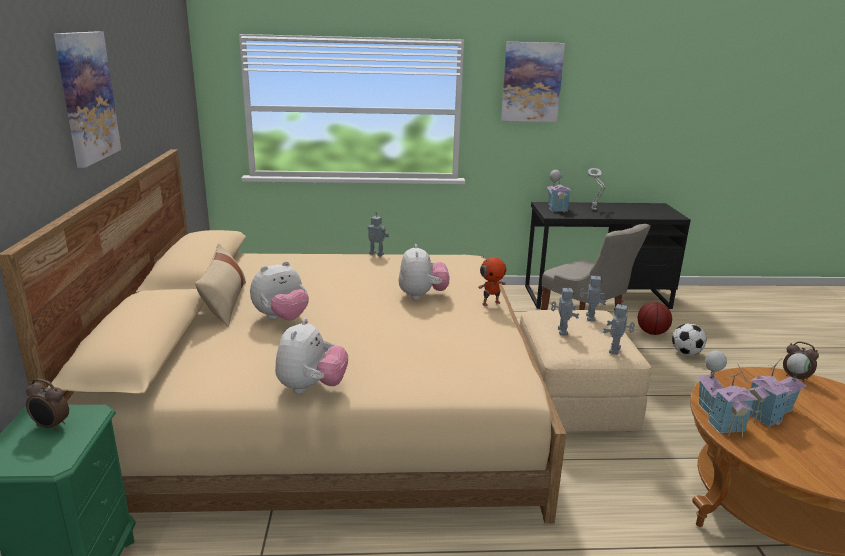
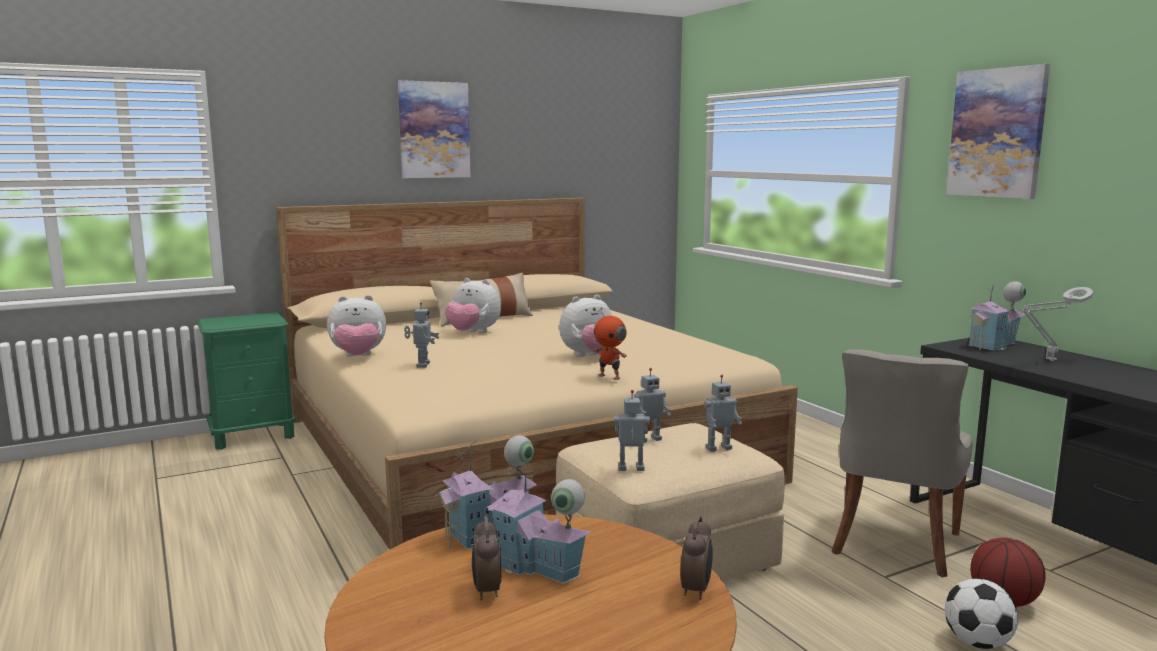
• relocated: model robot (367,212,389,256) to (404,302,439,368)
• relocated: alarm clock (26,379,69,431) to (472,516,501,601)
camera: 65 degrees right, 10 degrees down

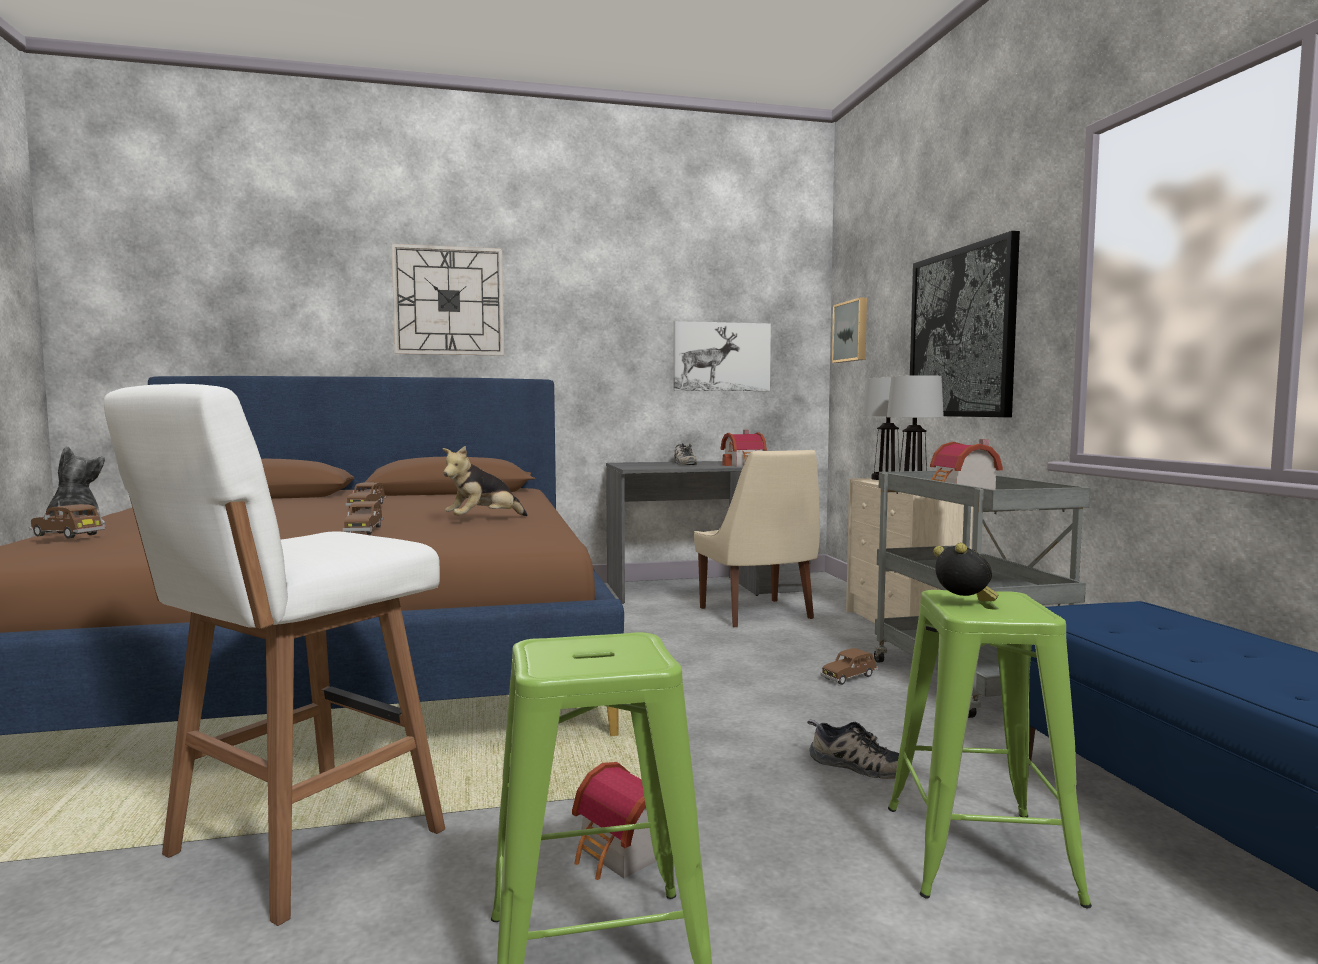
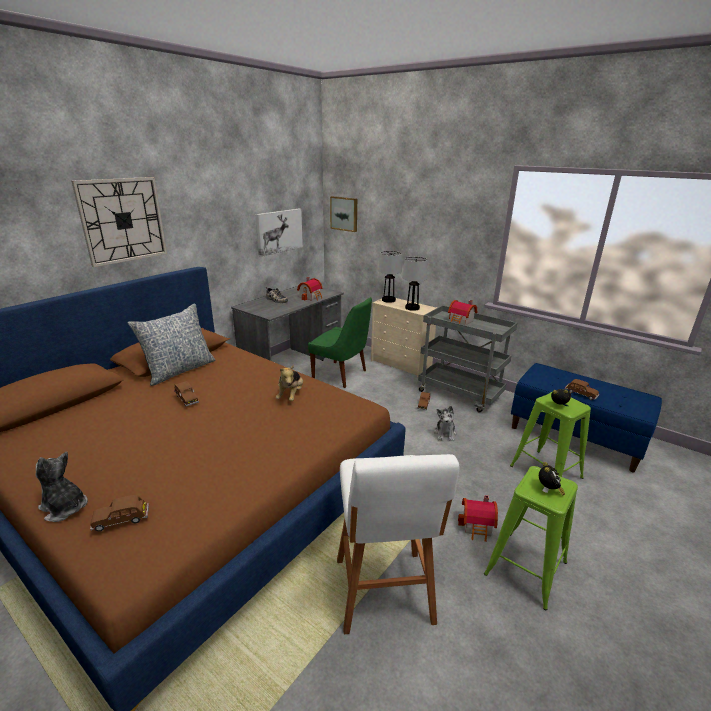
• appeared: pillow (127,303,216,386)
• colour: sand-coloured upright chair (694,450,820,628) to green upright chair (308,297,372,388)
• appeared: cuddly toy (434,406,456,441)
• appeared: alarm clock (539,462,565,496)
• relocated: brownish model car (343,501,383,535) to (565,379,599,400)
• missing: shoe (807,720,899,779)
• missing: picture (910,231,1020,417)
camera: 40 degrees left, 20 degrees up

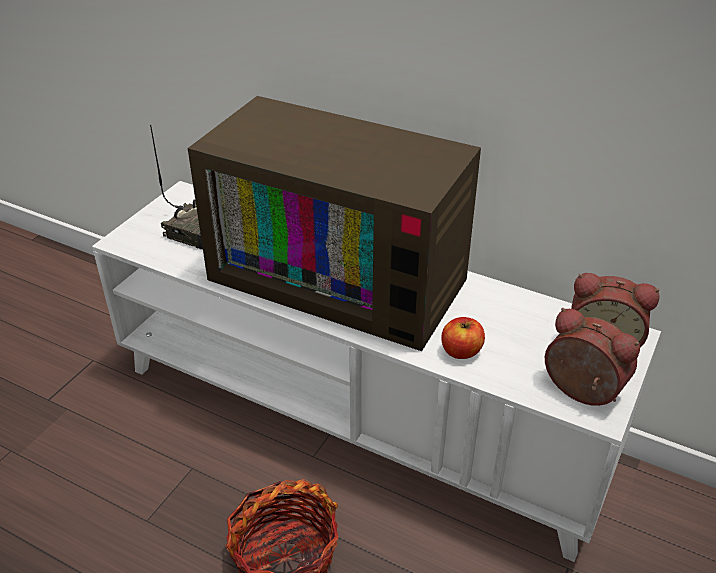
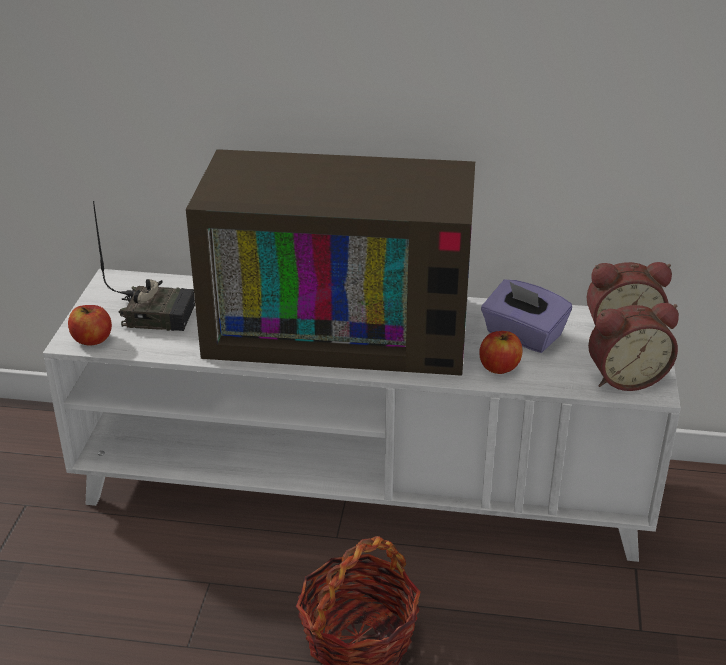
• appeared: whole apple (68,305,112,346)
• appeared: purplish box of tissues (481,280,572,353)
• spun: alarm clock (545,308,640,406) = (588,303,679,391) 150 degrees clockwise
camera: 20 degrees left, 5 degrees down

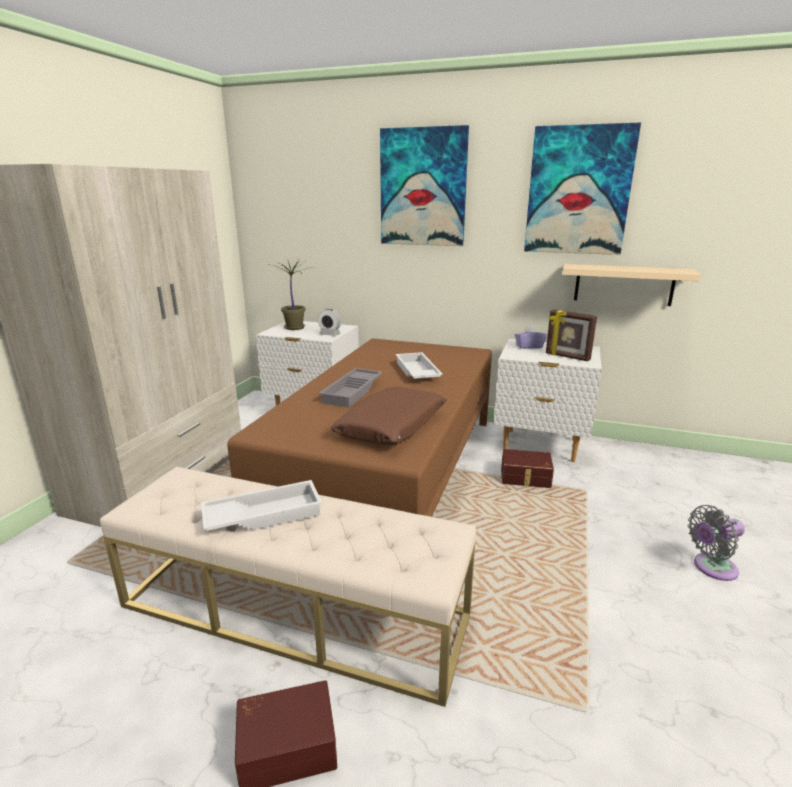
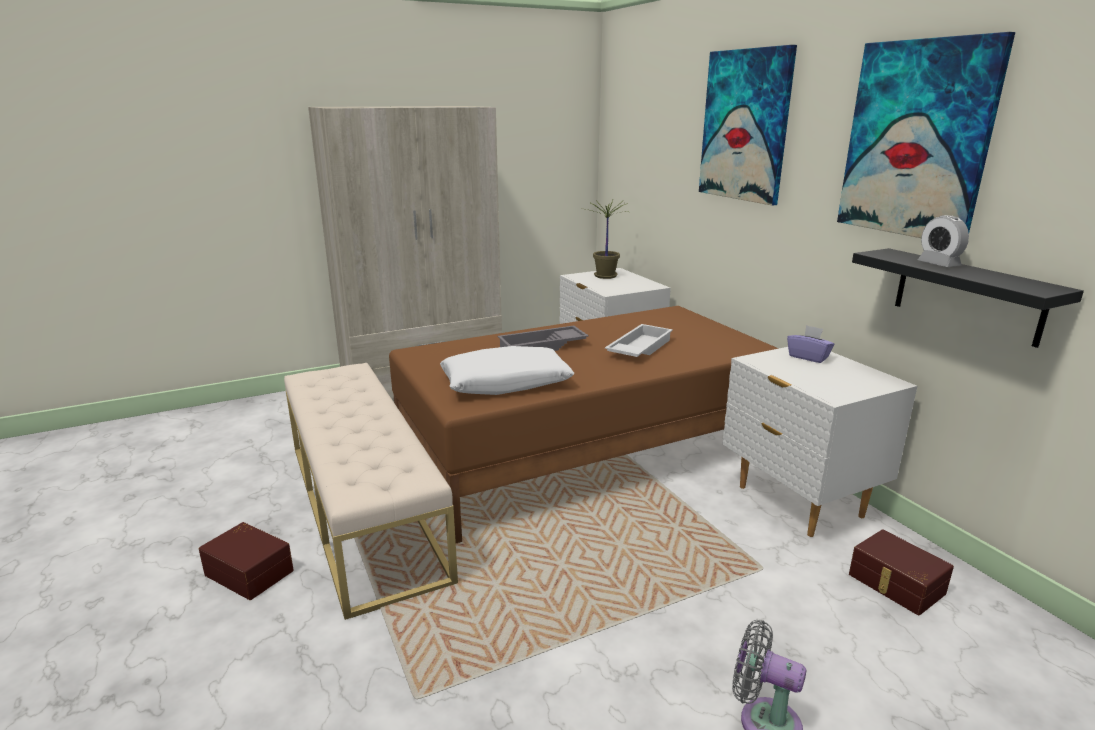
• colour: brownish pillow (331,387,447,445) to white pillow (440,346,574,395)
• relocated: brownish storage container (501,449,554,488) to (849,529,954,615)
• colour: sand-coloured shelf (562,264,701,306) to black shelf (852,248,1084,348)
• relocated: alarm clock (318,309,341,336) to (918,215,969,267)
• missing: white carrying tray (201,480,322,531)
• missing: standing frame (546,310,597,361)
camera: 45 degrees right, 0 degrees up

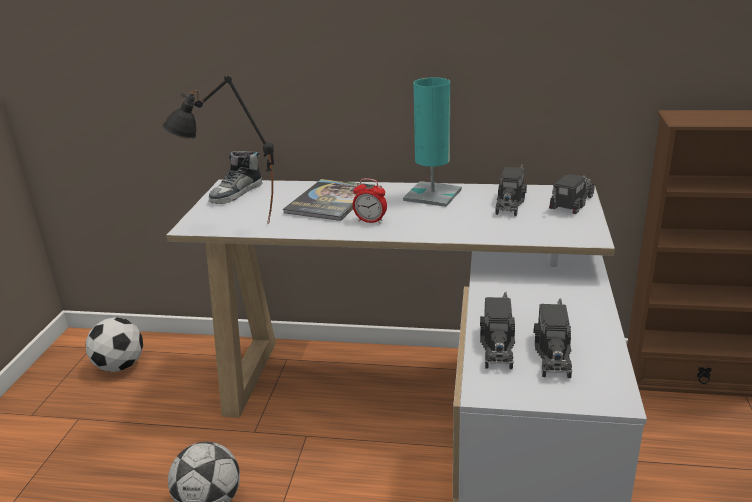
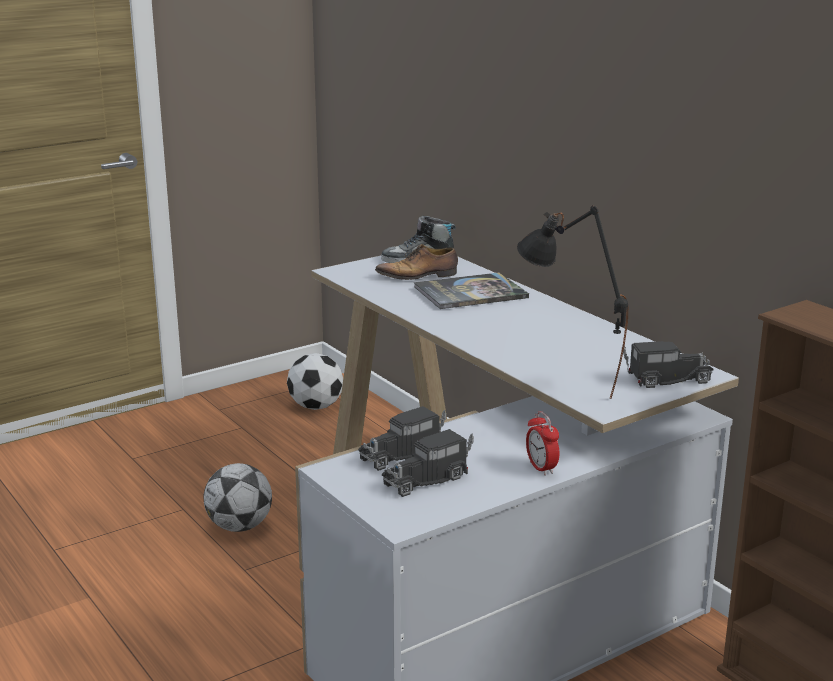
• appeared: shoe (375,244,458,280)
• relocated: black tabletop lamp (162,76,274,224) to (517,205,628,398)
• relocated: alarm clock (353,178,387,224) to (526,411,559,476)
• missing: turquoise tabletop lamp (403,77,462,207)
• missing: toy lorry (495,164,527,216)
camera: 45 degrees right, 5 degrees down

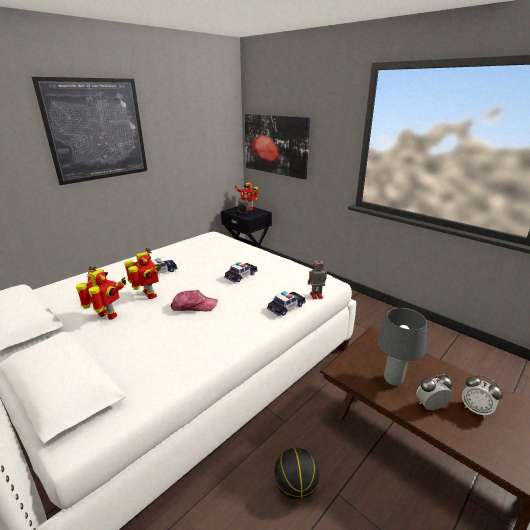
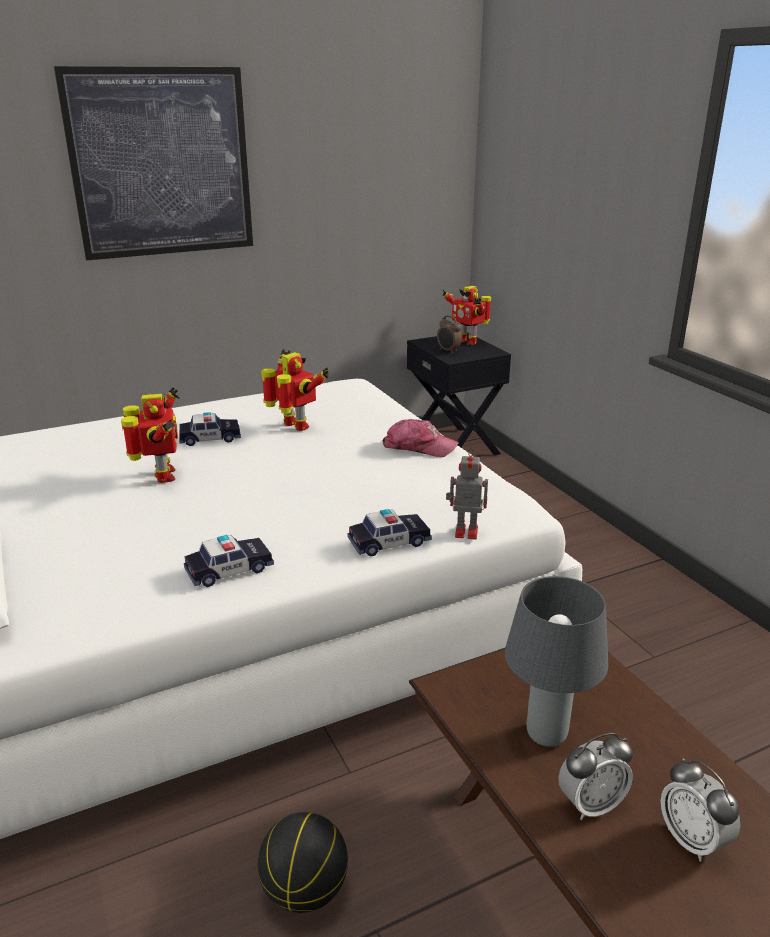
• relocated: model car (224,262,258,282) to (184,535,274,587)
• relocated: model robot (76,266,126,320) to (261,349,328,431)
• relocated: cap (171,290,218,312) to (382,419,459,457)
• spun: alarm clock (416,375,452,410) = (558,733,633,820) 150 degrees clockwise
• missing: picture (245,114,310,179)
camera: 20 degrees right, 0 degrees up

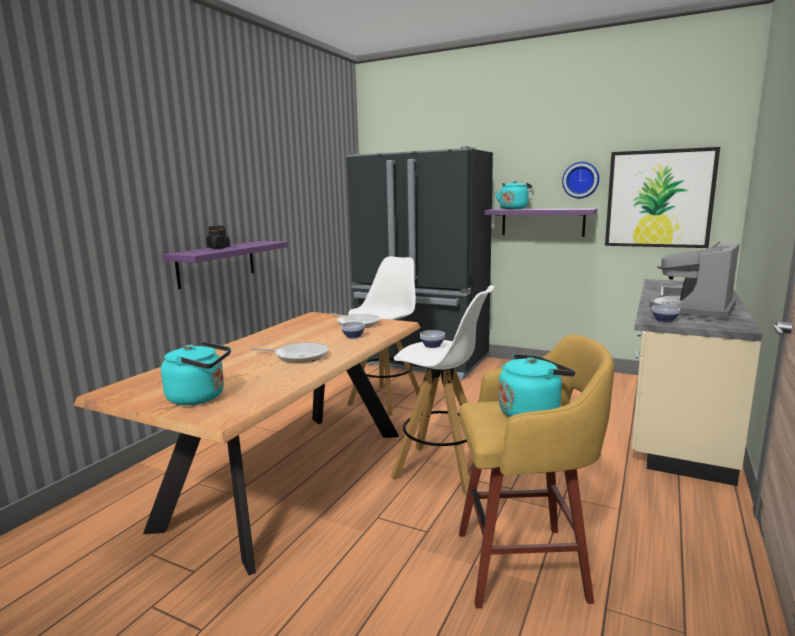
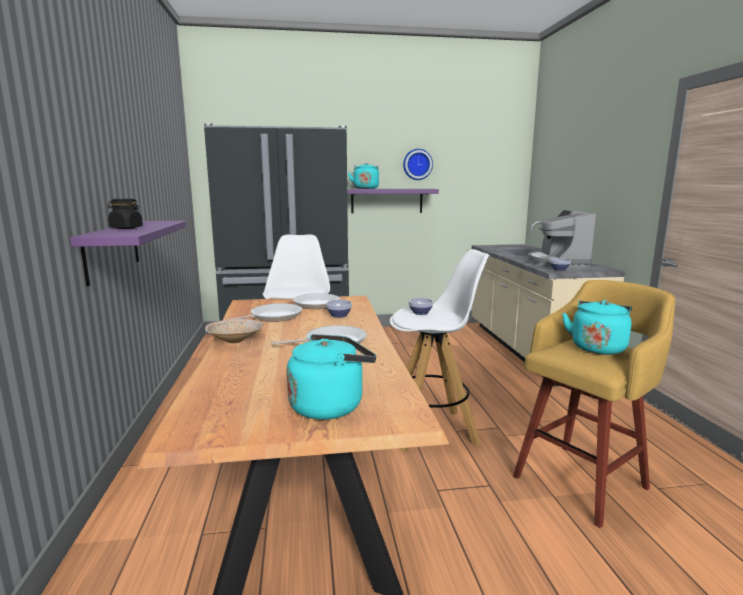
• appeared: sand-coloured deep dish (205,319,264,343)
• appeared: frying pan (227,303,302,322)
• missing: picture (605,147,720,248)
camera: 35 degrees left, 0 degrees up

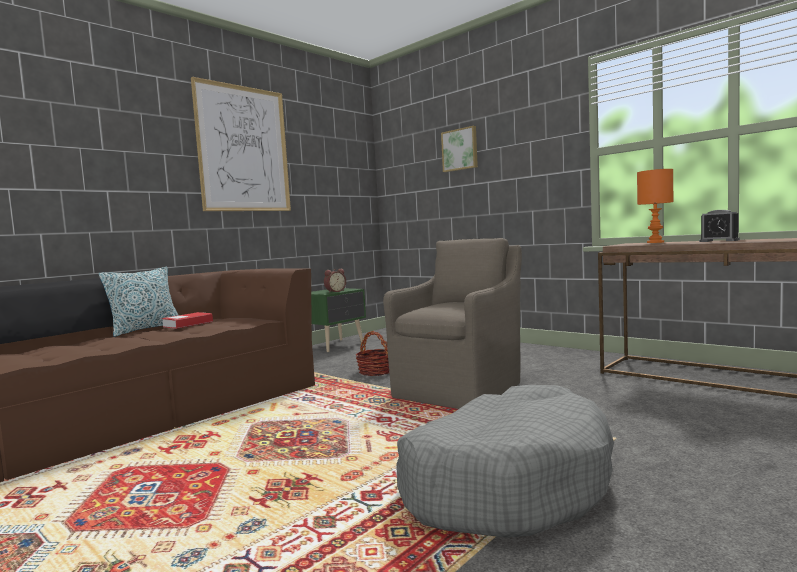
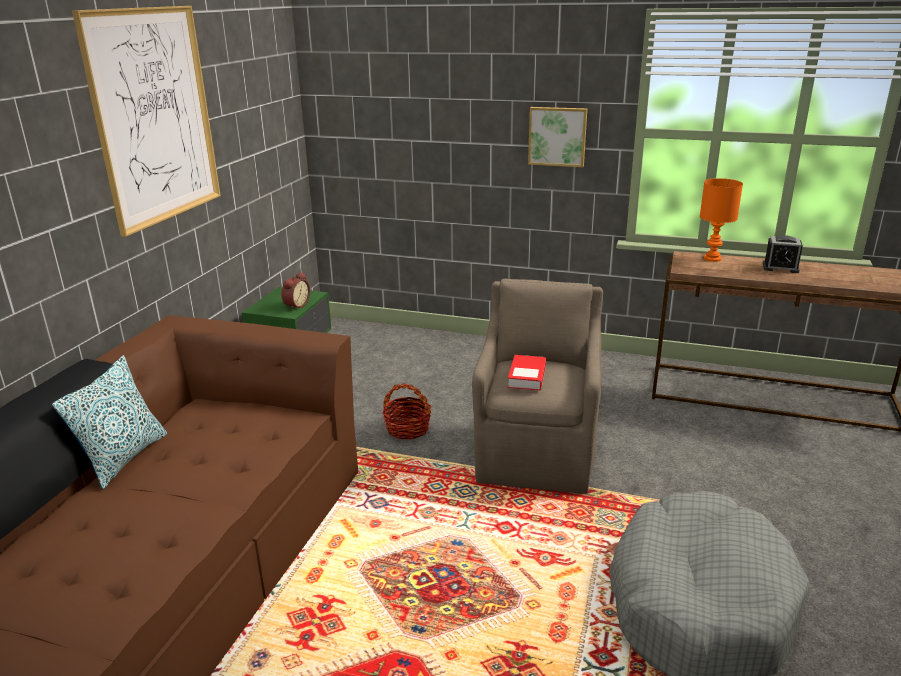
• relocated: book (162,312,213,329) to (508,355,546,391)
• relocated: picture (441,126,478,172) to (528,107,587,167)
camera: 25 degrees left, 20 degrees up

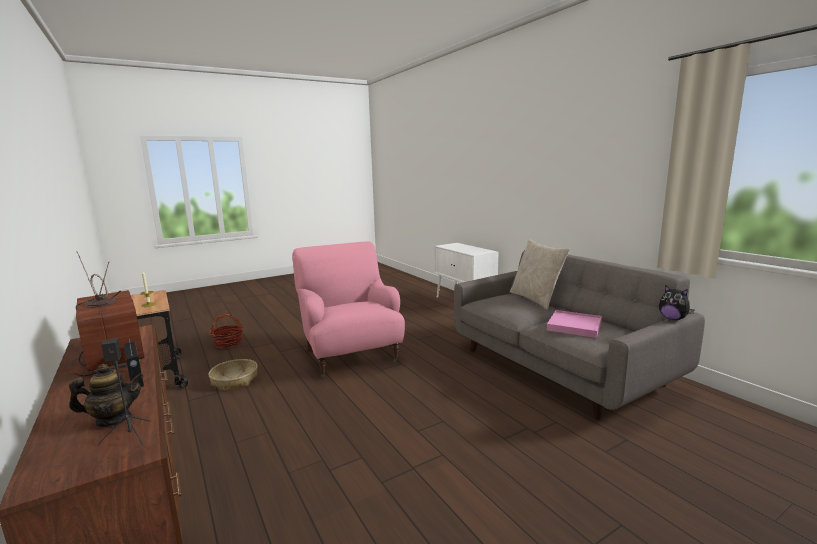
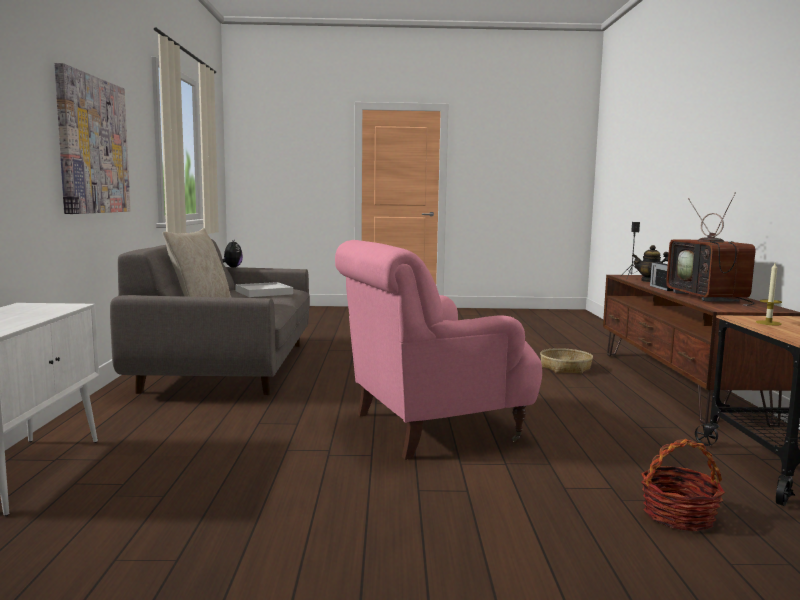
• appeared: picture (54,63,131,214)
• colour: pink-coloured carrying tray (547,310,602,338) to white carrying tray (235,282,293,297)
• spun: pink-coloured armchair (292,242,405,377) = (335,240,542,460) 60 degrees clockwise
• relocated: household basket (209,359,258,391) to (540,348,593,374)
camera: 150 degrees left, 5 degrees down

